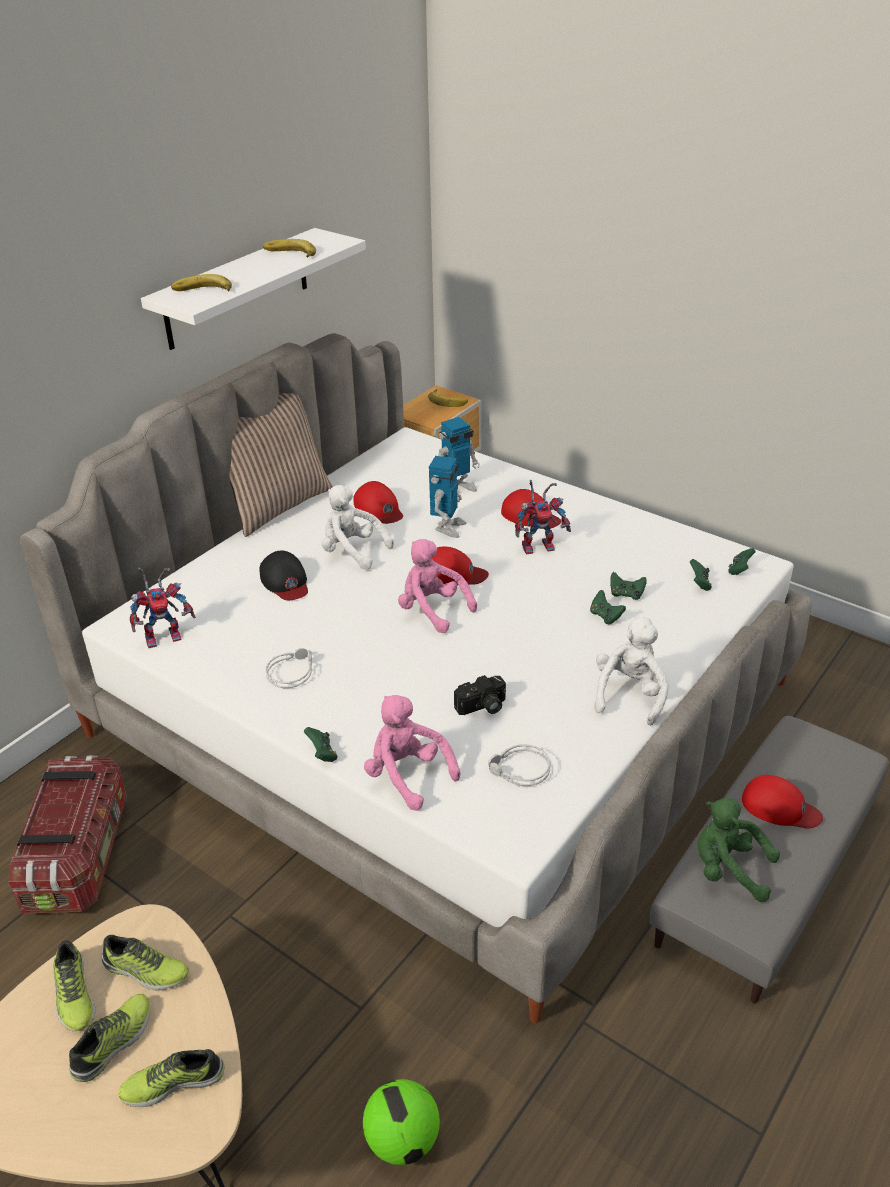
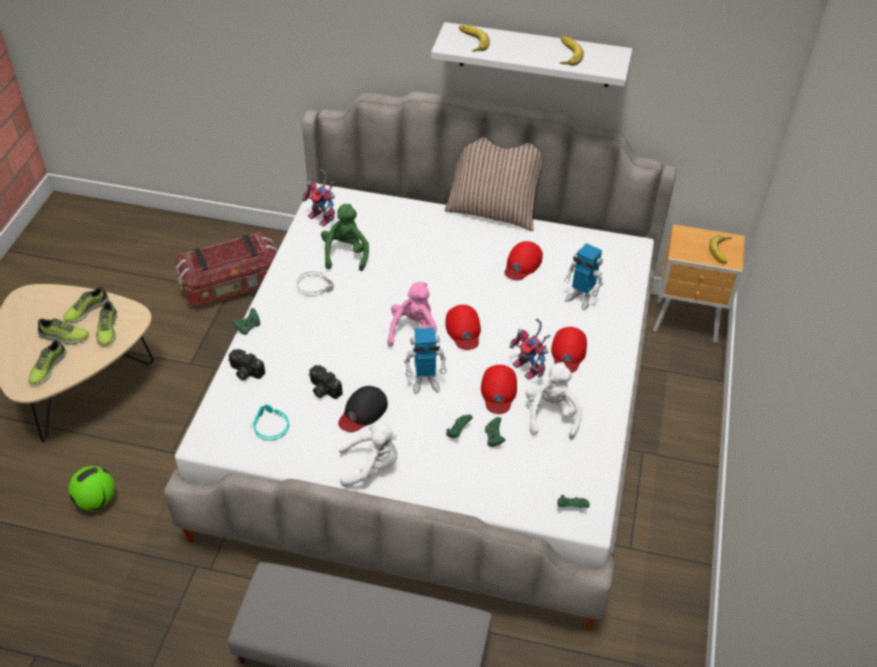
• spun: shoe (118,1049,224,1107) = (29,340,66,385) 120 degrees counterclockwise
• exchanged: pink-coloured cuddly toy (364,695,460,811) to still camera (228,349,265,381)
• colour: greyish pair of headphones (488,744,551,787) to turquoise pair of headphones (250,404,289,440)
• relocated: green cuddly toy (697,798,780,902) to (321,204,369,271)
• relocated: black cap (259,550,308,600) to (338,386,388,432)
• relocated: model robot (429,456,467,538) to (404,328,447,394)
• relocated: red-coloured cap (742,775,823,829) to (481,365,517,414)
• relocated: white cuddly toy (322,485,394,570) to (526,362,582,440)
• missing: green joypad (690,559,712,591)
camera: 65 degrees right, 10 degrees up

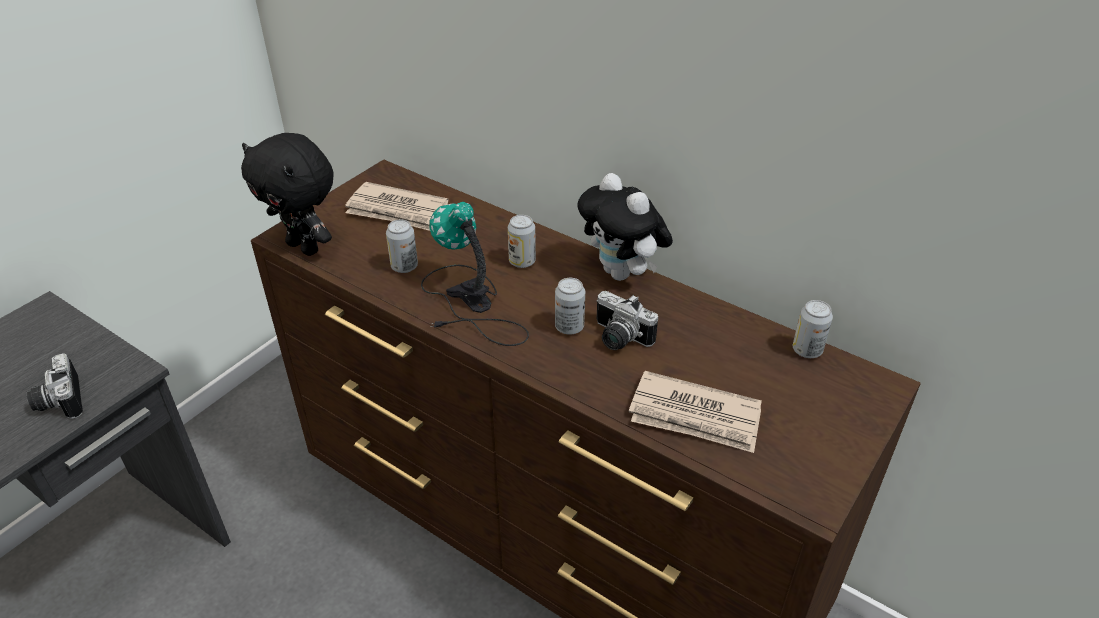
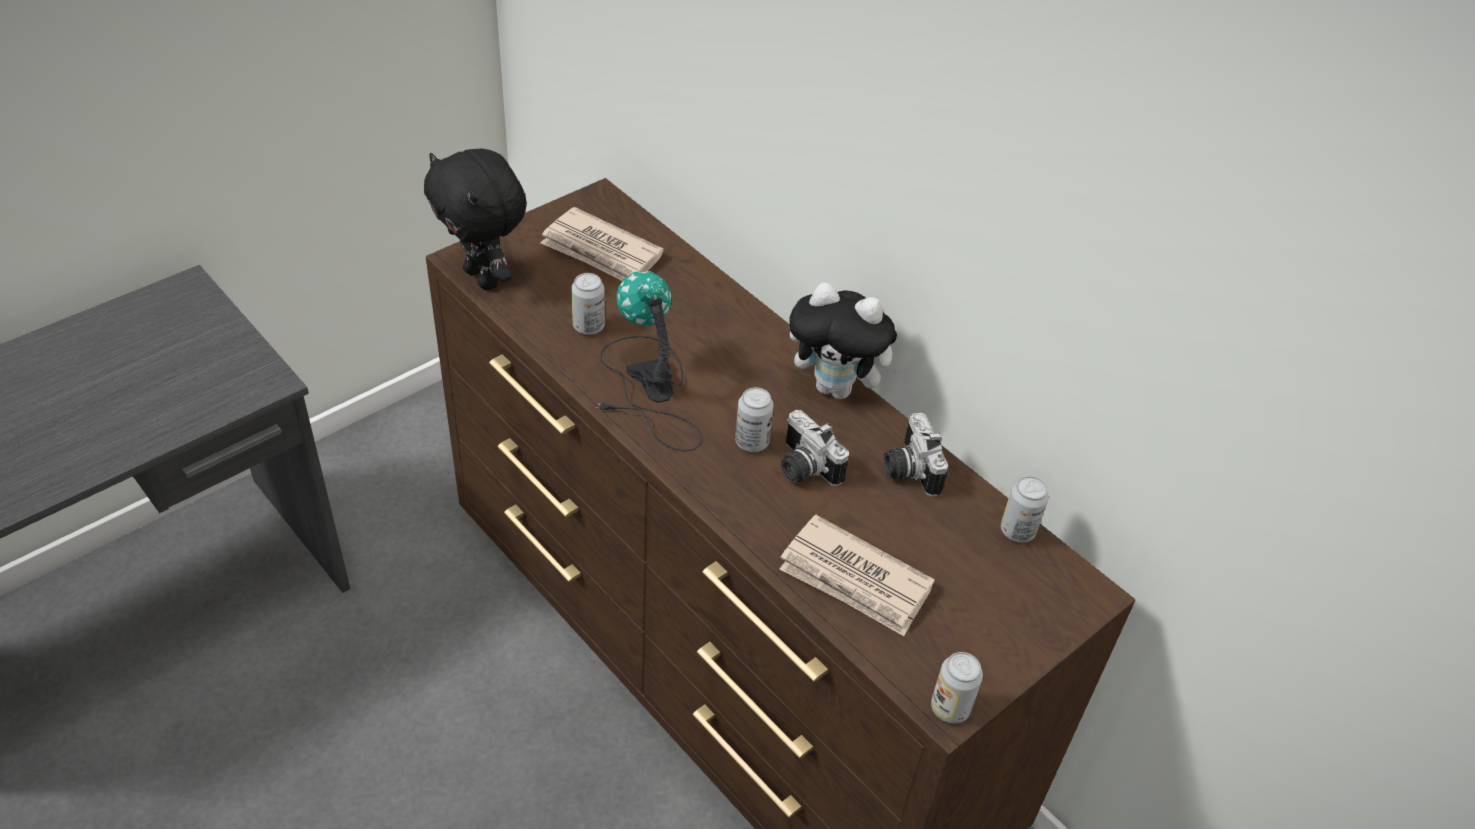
• spun: cuddly toy (577,173,673,281) = (789,283,903,399) 45 degrees counterclockwise
• relocated: still camera (26,353,83,419) to (883,412,948,497)
• relocated: can (508,215,536,268) to (931,652,983,723)
camera: 10 degrees right, 5 degrees up

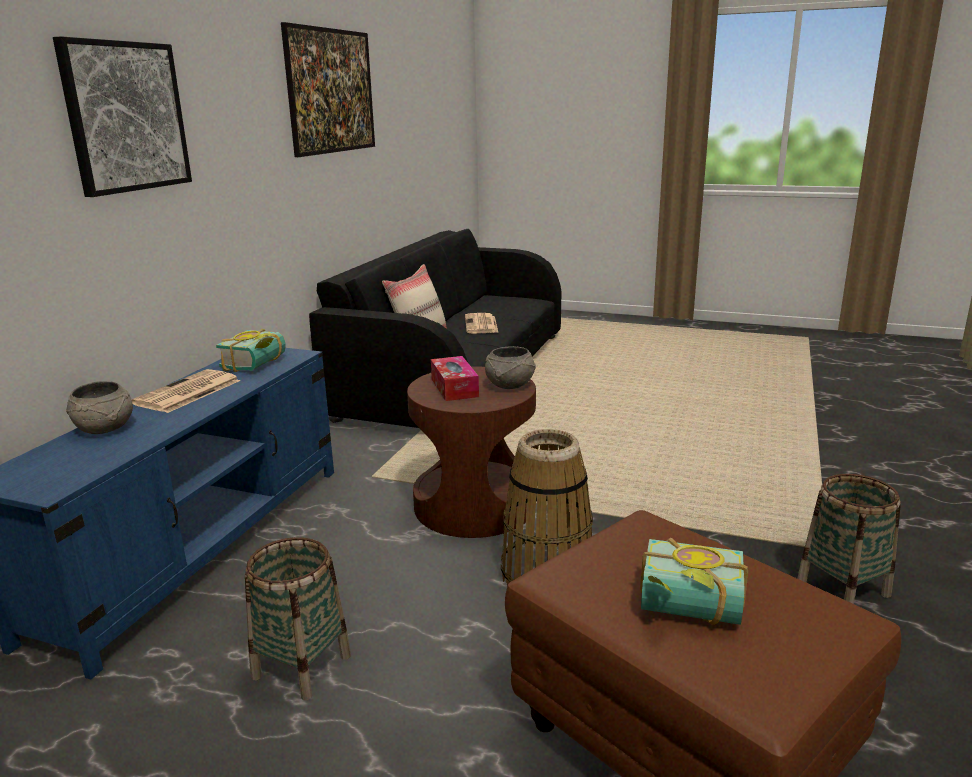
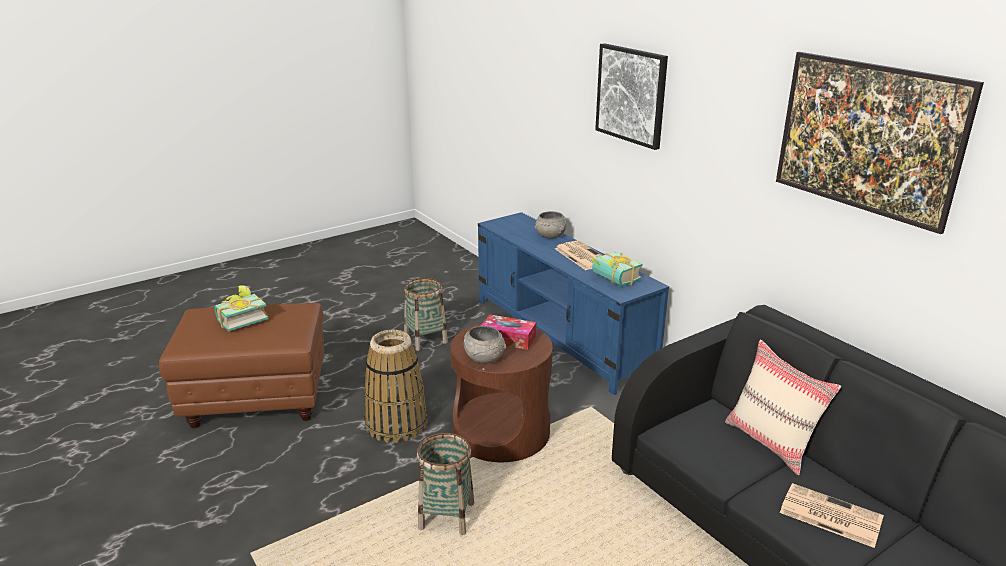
• relocated: household basket (797,474,901,604) to (417,433,474,535)
camera: 125 degrees right, 5 degrees up

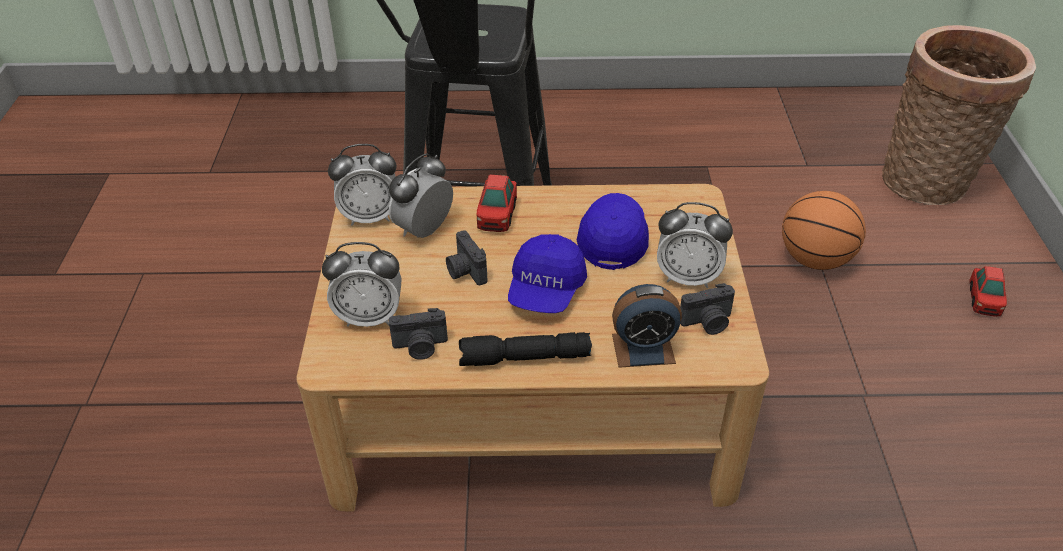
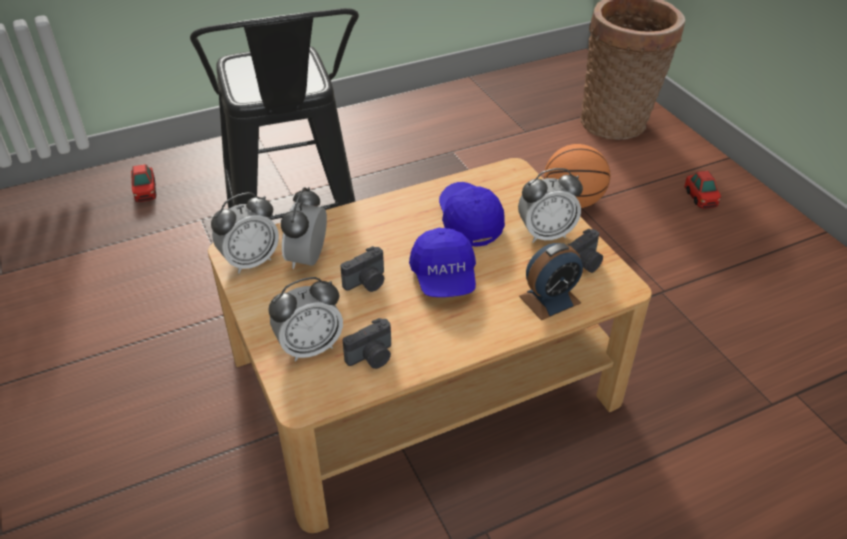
• relocated: model car (477,174,517,232) to (131,164,156,202)
• spun: still camera (446,230,487,285) = (340,246,384,292) 75 degrees counterclockwise
• missing: black torch (459,332,592,366)
camera: 25 degrees left, 0 degrees up

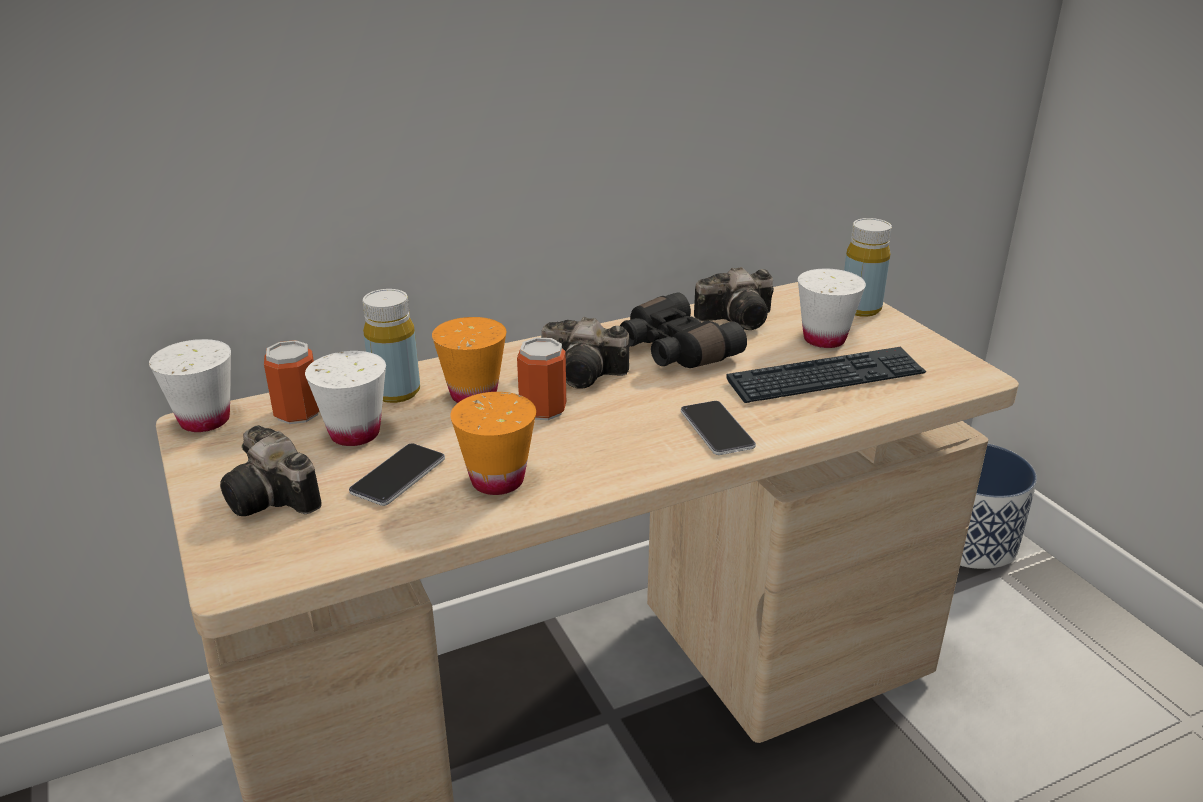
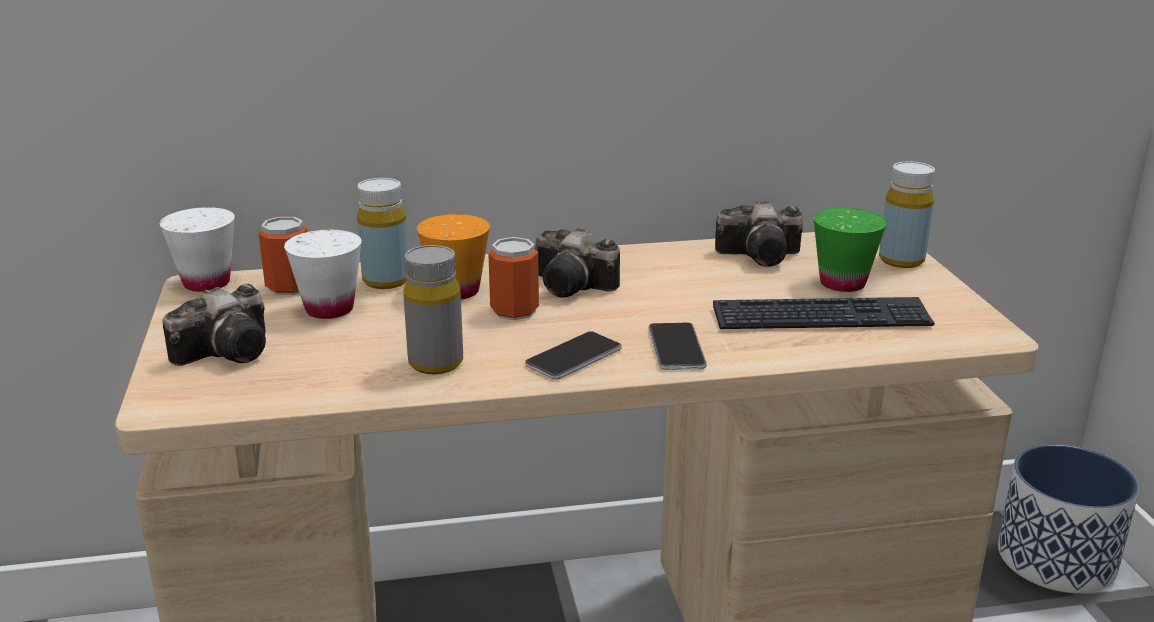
• spun: still camera (220,425,321,516) = (162,284,266,366) 105 degrees counterclockwise
• exchanged: orange-coloured small cup (450,392,536,495) to greyish bottle (403,245,463,375)
• relocated: handset (349,443,445,506) to (525,331,622,380)
• colour: white small cup (798,269,866,348) to green small cup (813,208,887,292)
• missing: black field glasses (620,292,747,368)
camera: 15 degrees right, 5 degrees down

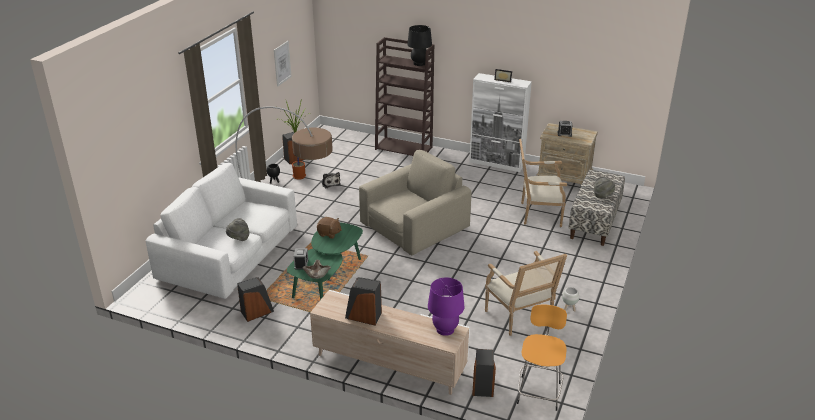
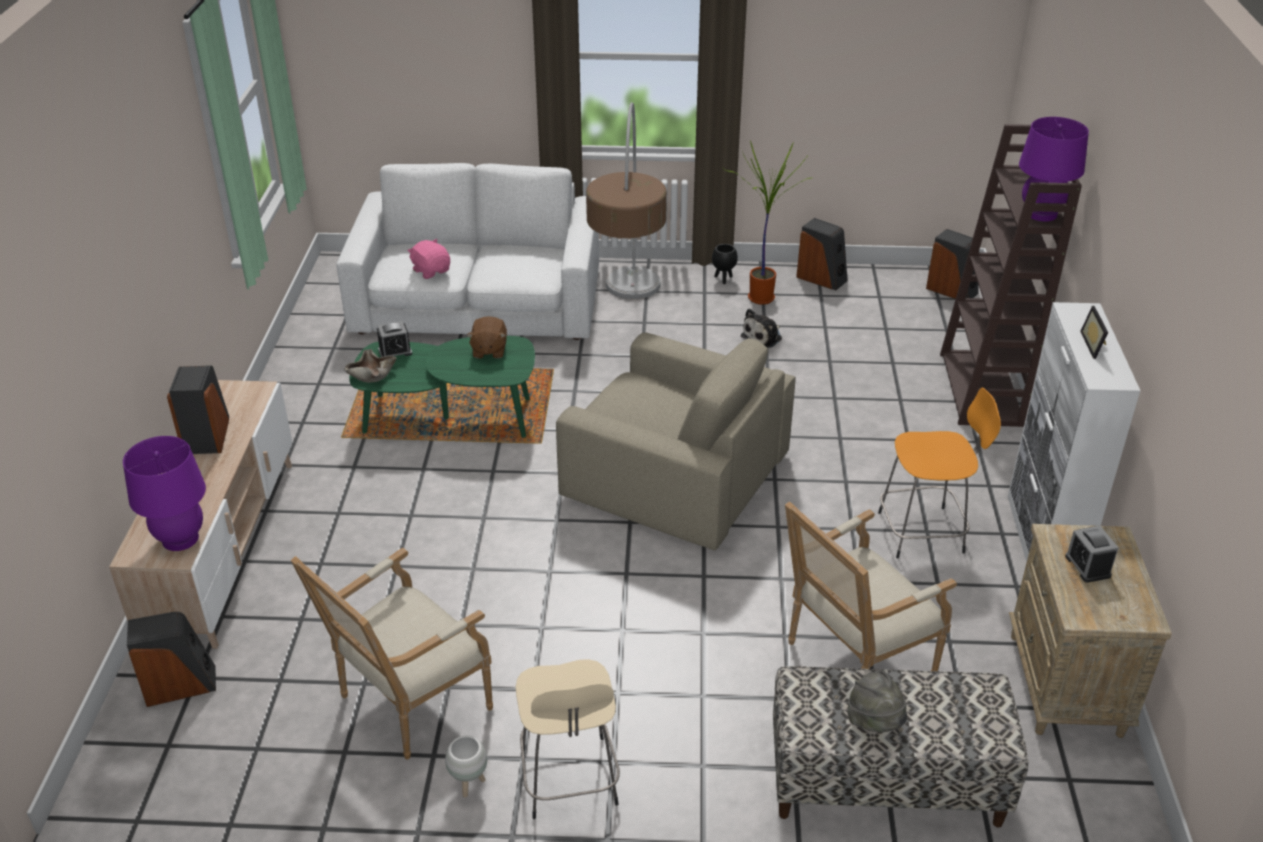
• exchanged: greyish wearable hat (226,218,249,241) to pink-coloured cuddly toy (408,239,450,279)
• appeared: sand-coloured stool seat (516,659,620,819)
• spun: armchair (519,139,567,227) = (785,501,957,671) 105 degrees counterclockwise
• relocated: orange-coloured stool seat (517,305,567,411) to (878,387,1001,558)
• relocated: loudspeaker (237,277,274,322) to (926,229,979,299)
• colour: black tabletop lamp (407,25,432,66) to purplish tabletop lamp (1019,117,1089,222)
• missing: picture (274,41,292,87)
camera: 70 degrees right, 5 degrees up

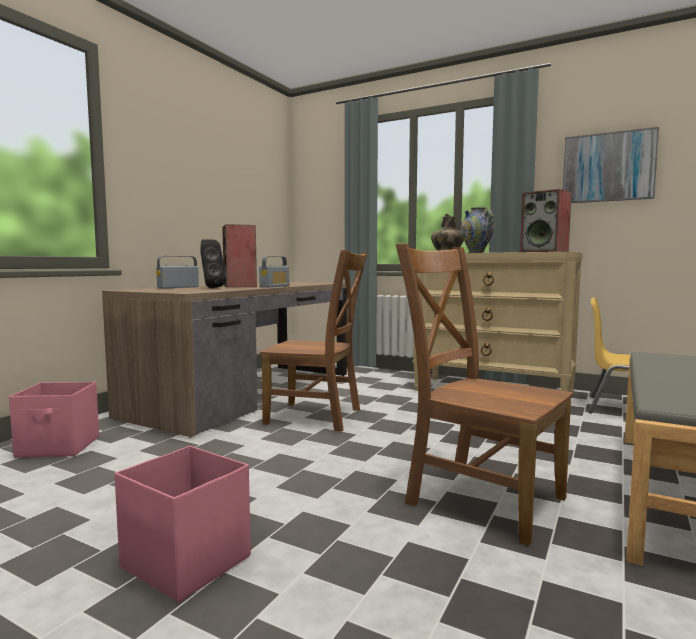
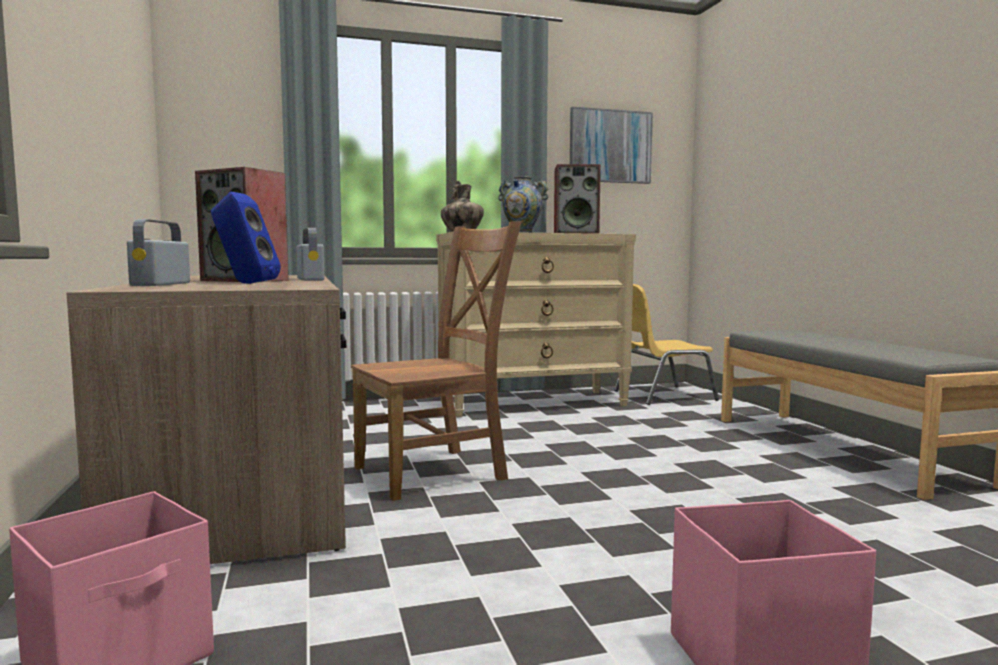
• colour: black loudspeaker (200,239,226,289) to bluish loudspeaker (211,192,281,284)
• missing: brownish upright chair (396,244,573,546)
camera: 45 degrees left, 0 degrees up

